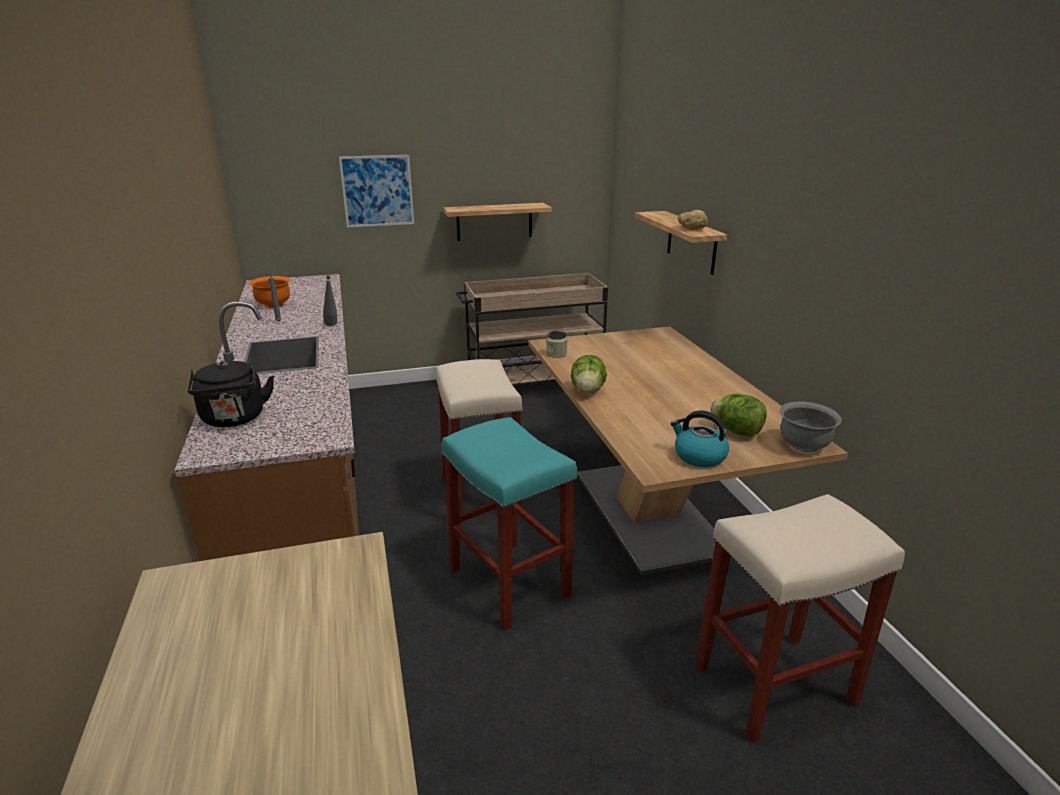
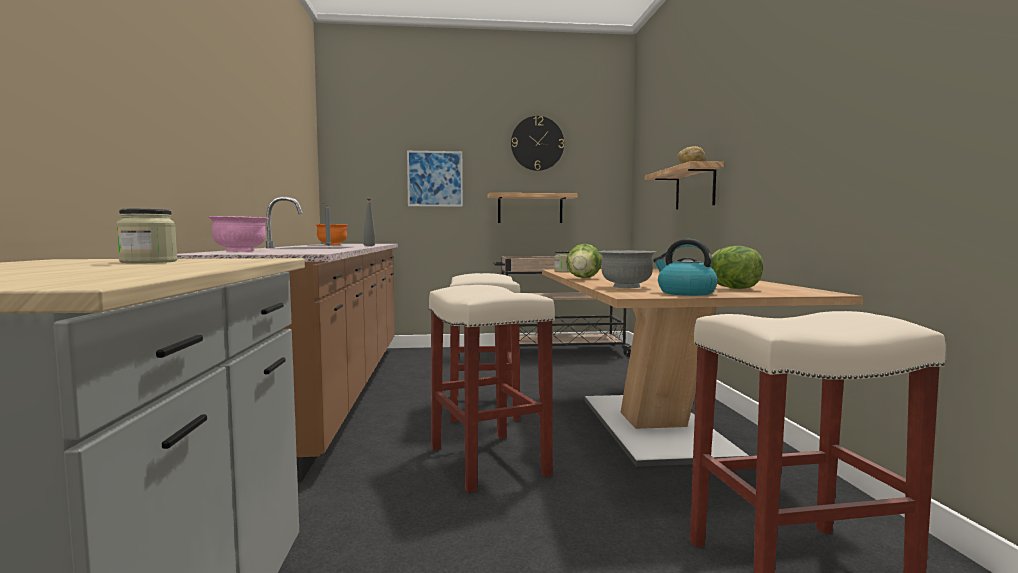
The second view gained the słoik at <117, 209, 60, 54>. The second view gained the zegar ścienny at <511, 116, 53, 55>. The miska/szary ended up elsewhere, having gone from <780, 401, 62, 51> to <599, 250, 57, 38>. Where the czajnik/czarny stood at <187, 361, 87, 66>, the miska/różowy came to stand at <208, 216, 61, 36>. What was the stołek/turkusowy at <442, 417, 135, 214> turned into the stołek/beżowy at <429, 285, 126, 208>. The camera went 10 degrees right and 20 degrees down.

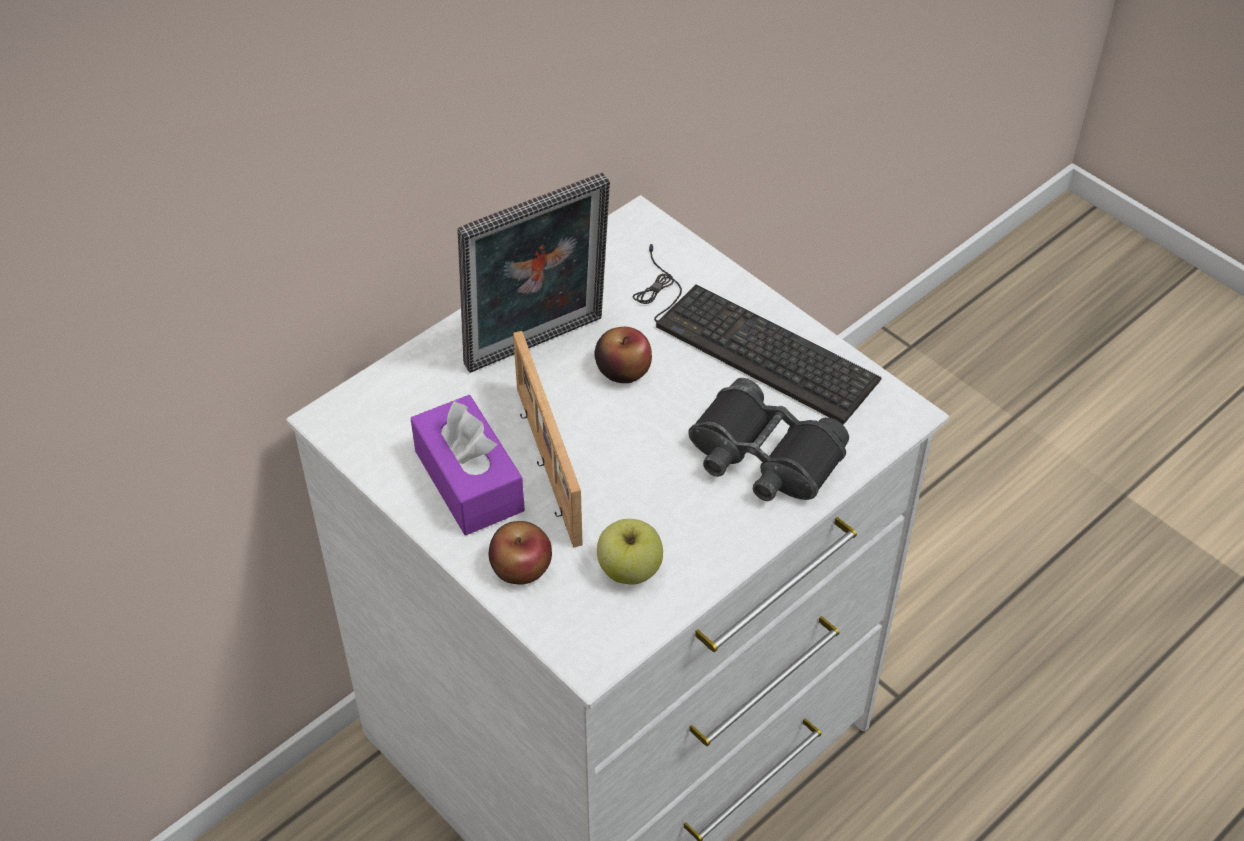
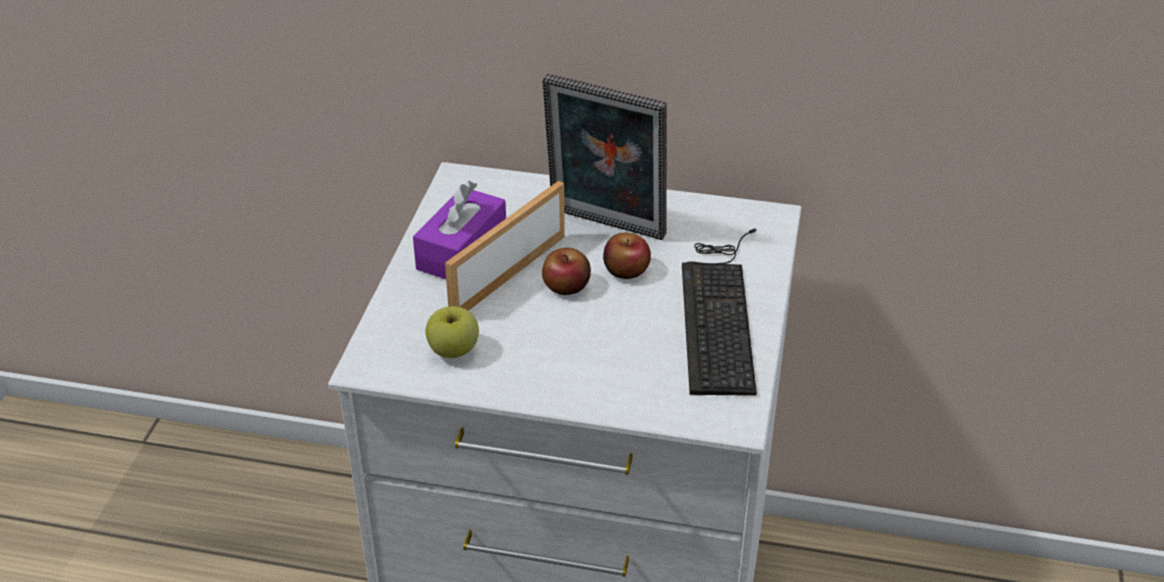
The second view lost the lornetka/czarny at <688, 378, 161, 123>. The jabłko ended up elsewhere, having gone from <489, 521, 63, 64> to <542, 248, 49, 47>. The camera went 55 degrees right and 10 degrees down.

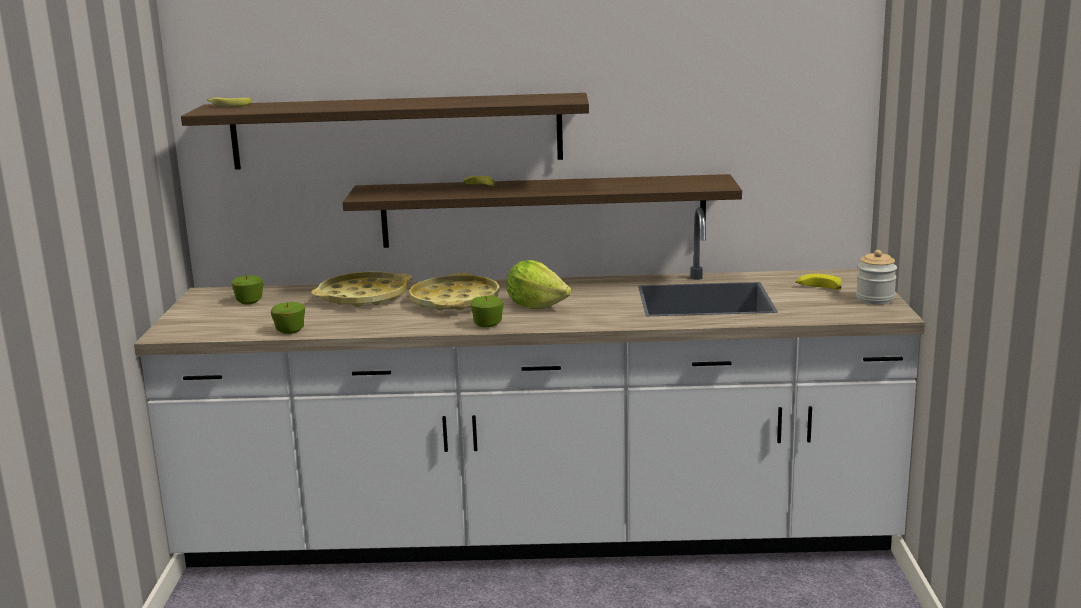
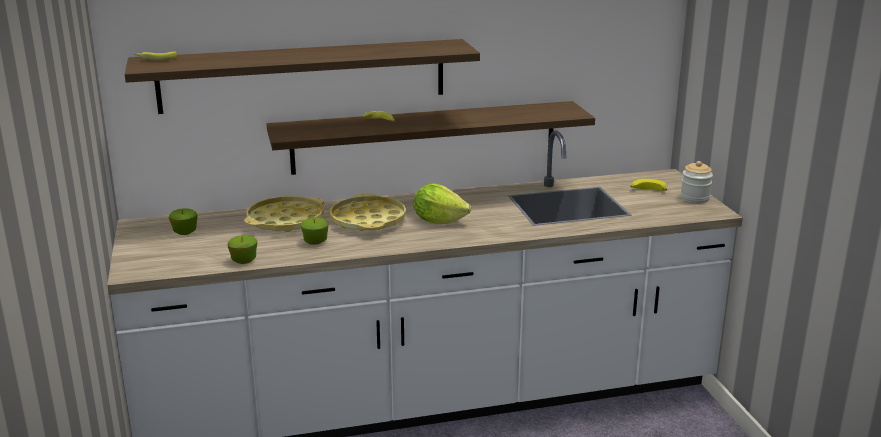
The jabłko ended up elsewhere, having gone from <470, 296, 33, 31> to <301, 217, 27, 28>. The camera went 15 degrees left and 5 degrees up.

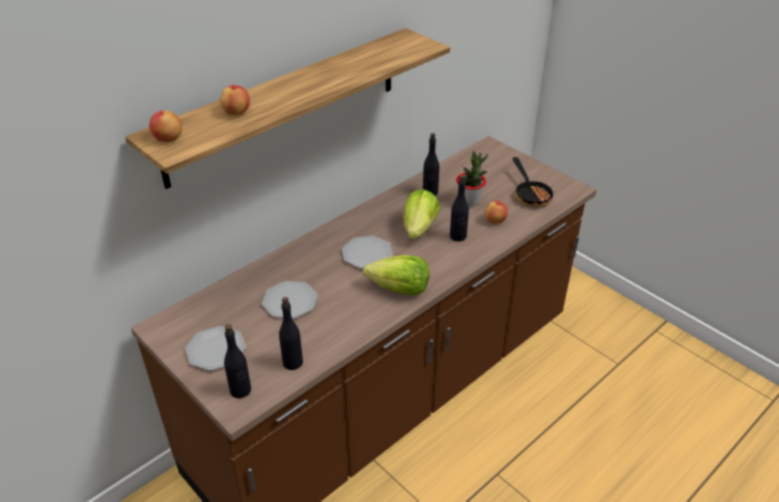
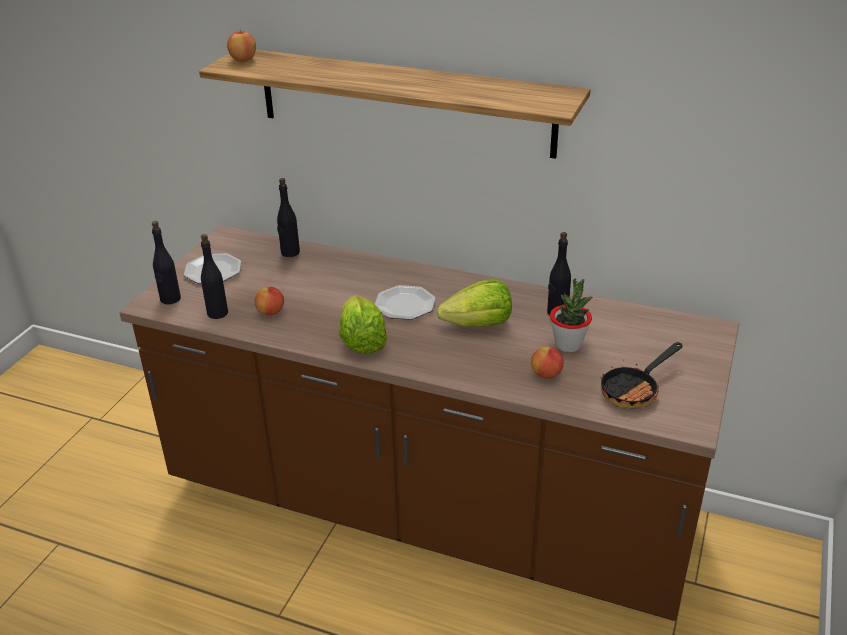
The second view lost the talerz at <262, 281, 56, 38>. The jabłko ended up elsewhere, having gone from <220, 84, 30, 31> to <254, 287, 30, 28>. The butelka/czarny ended up elsewhere, having gone from <450, 175, 19, 66> to <277, 178, 23, 79>. The camera went 65 degrees right and 5 degrees down.

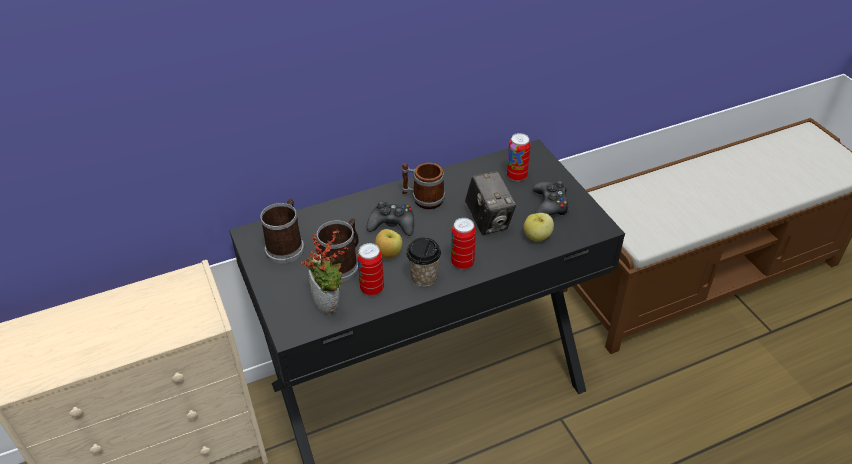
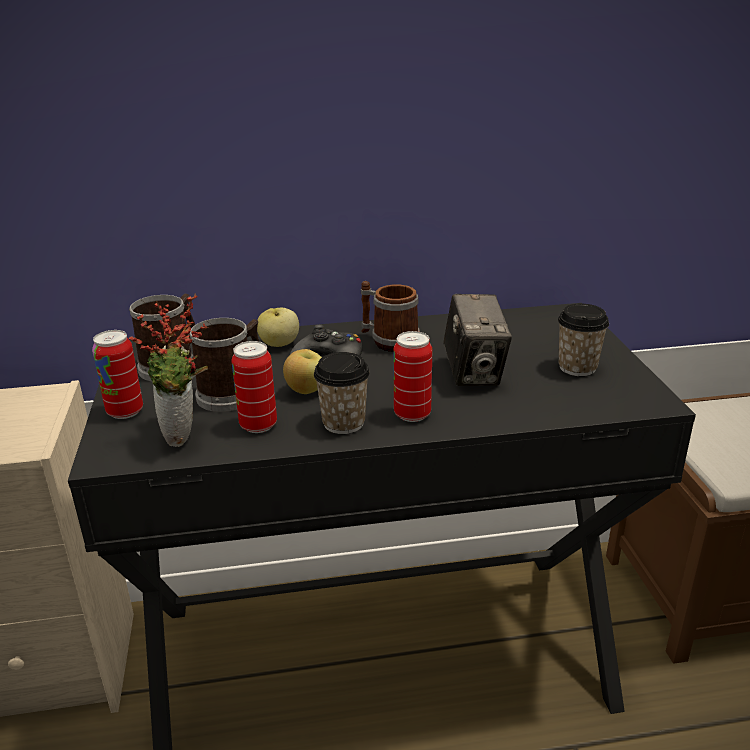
The puszka ended up elsewhere, having gone from <507, 133, 24, 49> to <92, 330, 51, 89>. The jabłko ended up elsewhere, having gone from <524, 213, 30, 29> to <257, 308, 42, 39>. Where the pad do gier/czarny stood at <533, 181, 36, 34>, the filiżanka came to stand at <558, 304, 51, 72>. The camera went 15 degrees right and 15 degrees down.

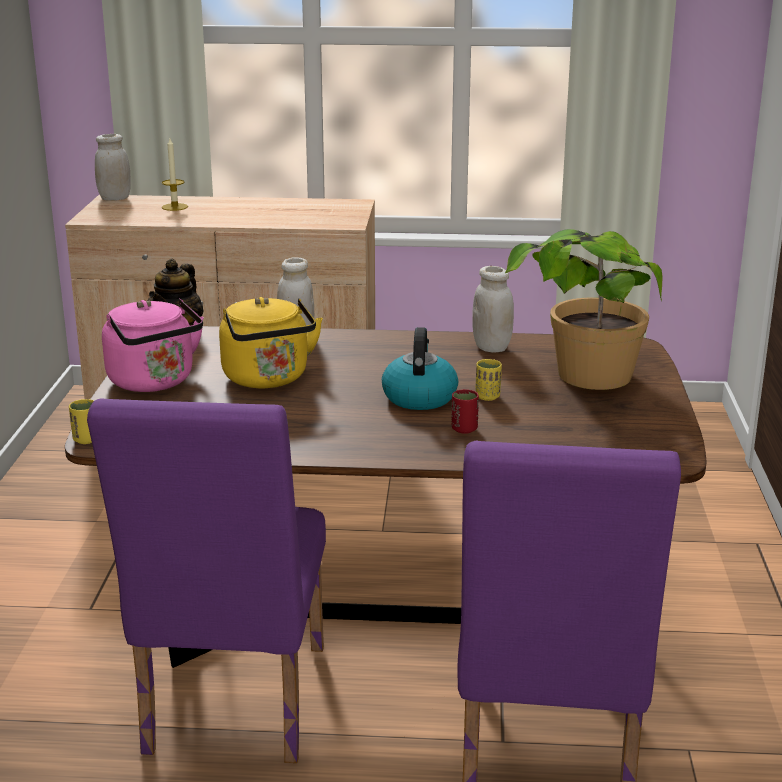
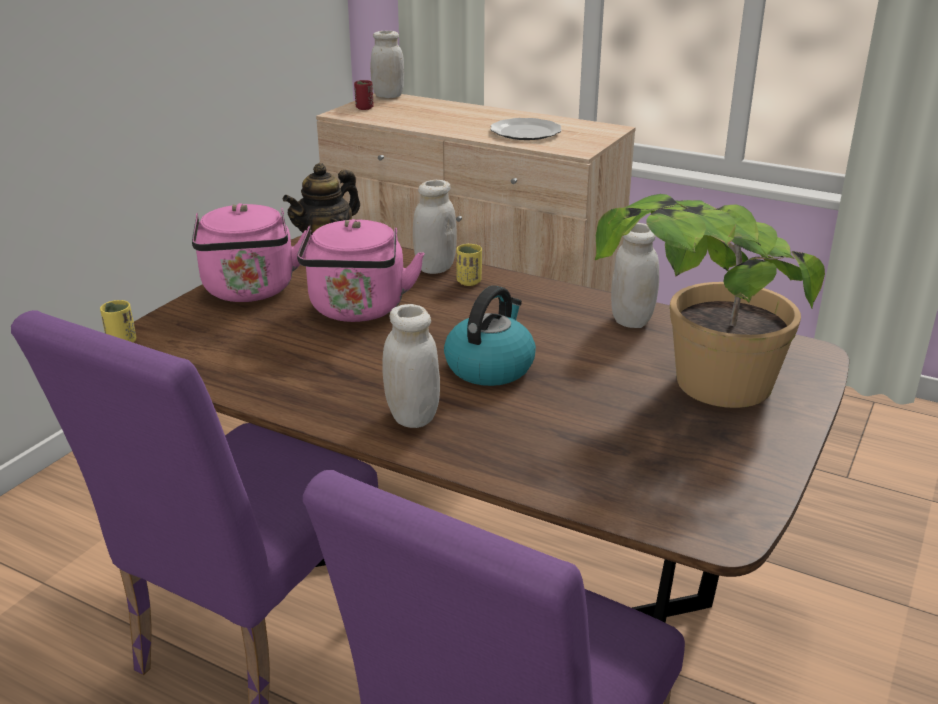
The second view lost the świeca at <162, 138, 26, 73>. The second view gained the słoik/biały at <382, 304, 58, 124>. The second view gained the talerz at <490, 118, 72, 22>. The filiżanka/czerwony ended up elsewhere, having gone from <452, 389, 27, 45> to <354, 80, 20, 30>. The filiżanka/żółty ended up elsewhere, having gone from <475, 359, 27, 42> to <456, 244, 26, 42>. What was the czajnik/żółty at <219, 297, 104, 91> turned into the czajnik/różowy at <297, 219, 128, 103>. The camera went 25 degrees right and 5 degrees up.

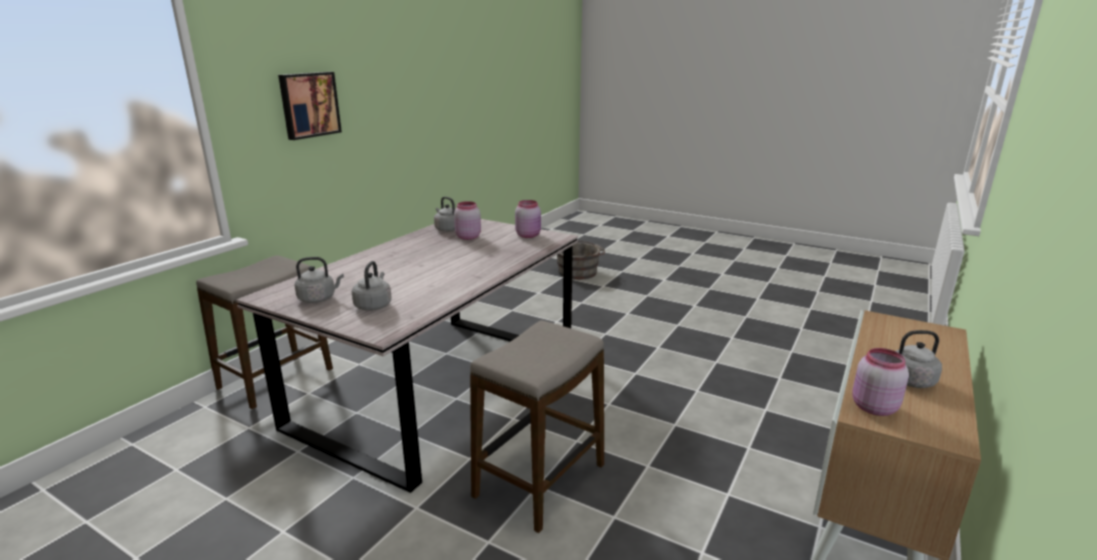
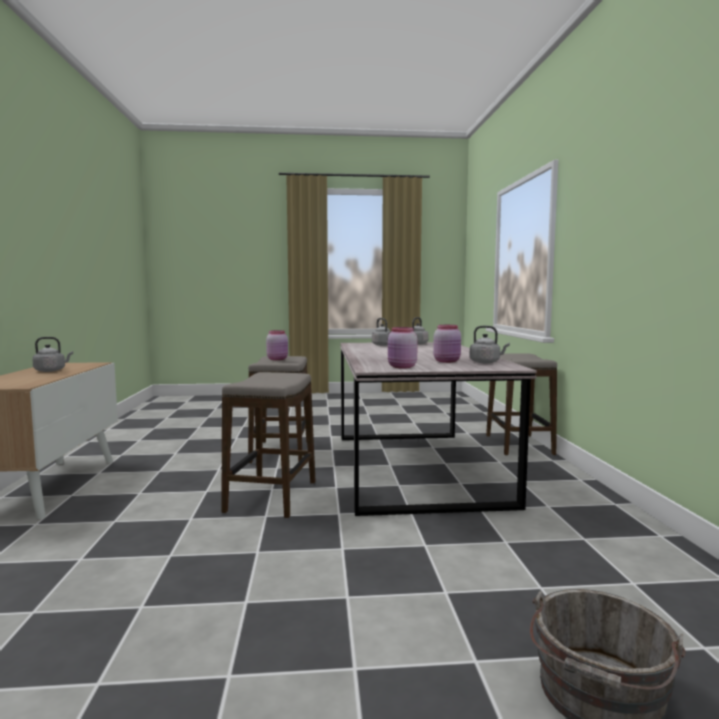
The second view lost the obraz at <278, 72, 64, 68>. The second view gained the stołek at <221, 372, 95, 146>. The słoik/różowy ended up elsewhere, having gone from <852, 348, 57, 68> to <266, 330, 22, 30>. The camera went 145 degrees right and 15 degrees down.

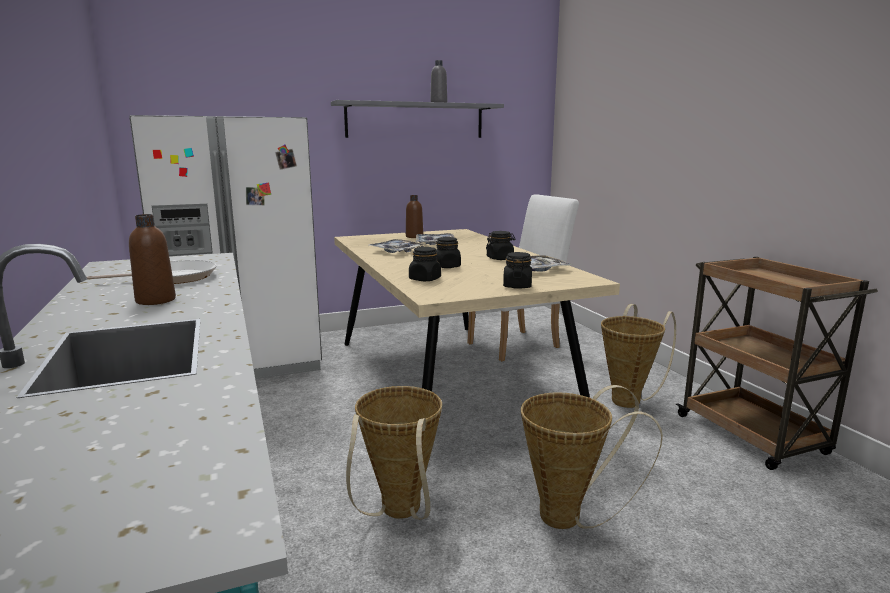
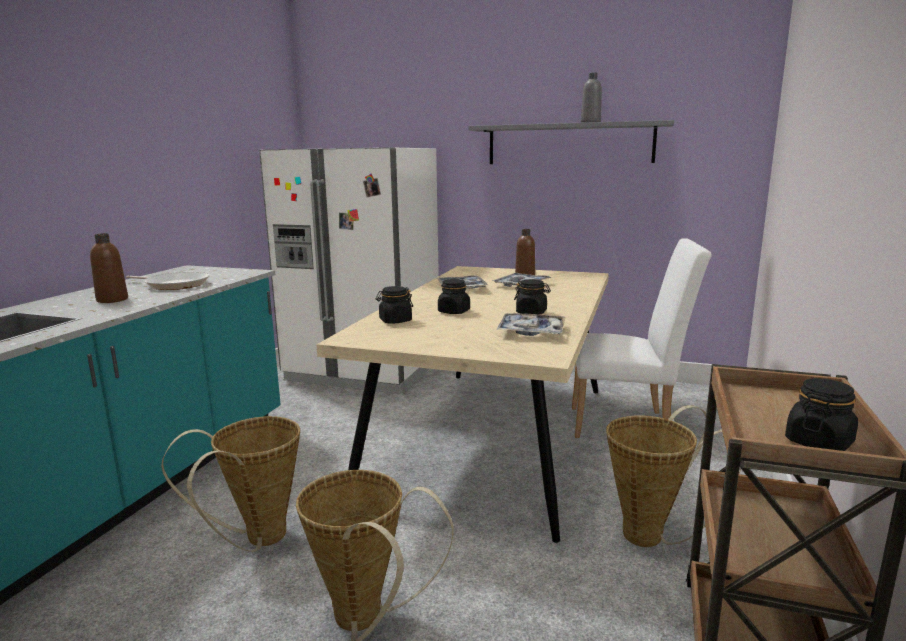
The słoik/czarny ended up elsewhere, having gone from <503, 252, 29, 37> to <785, 378, 73, 73>. The camera went 40 degrees right and 0 degrees up.

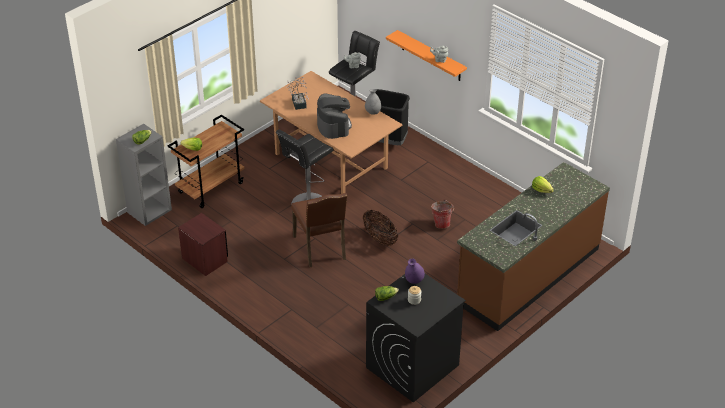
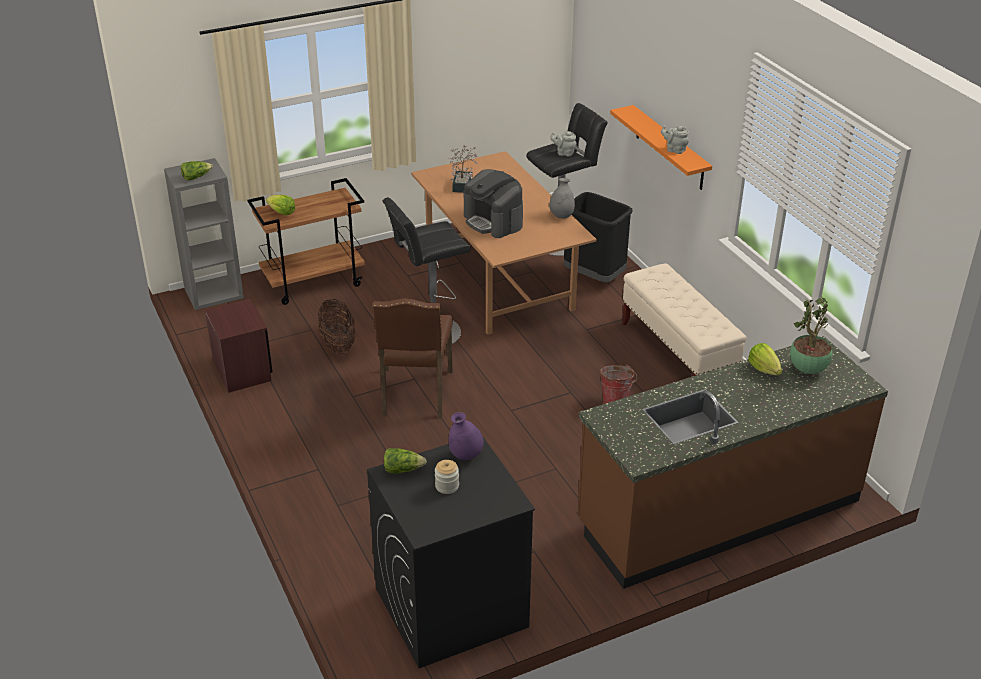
The second view gained the ławka/beżowy at <622, 263, 125, 113>. The second view gained the roślina doniczkowa at <790, 296, 43, 78>. The koszyk ended up elsewhere, having gone from <363, 210, 35, 36> to <318, 299, 38, 55>. The ekspres do kawy at <317, 93, 35, 46> ended up facing another way, 135 degrees clockwise from before. The camera went 20 degrees right and 5 degrees down.

